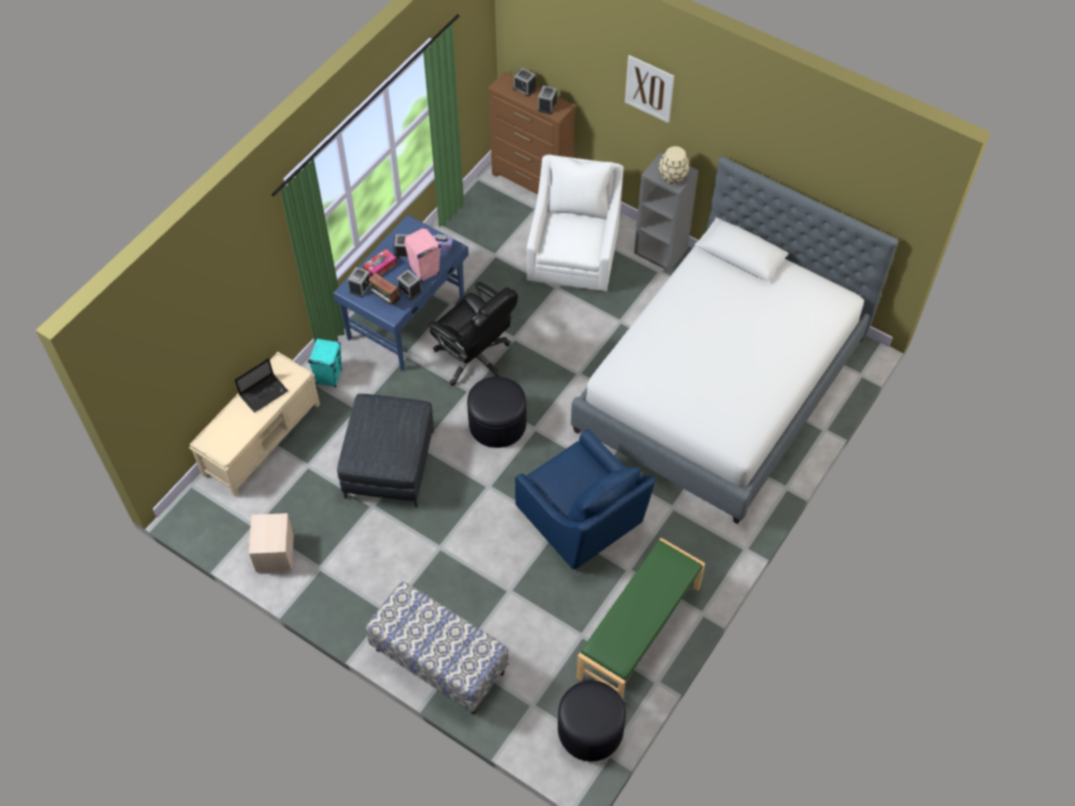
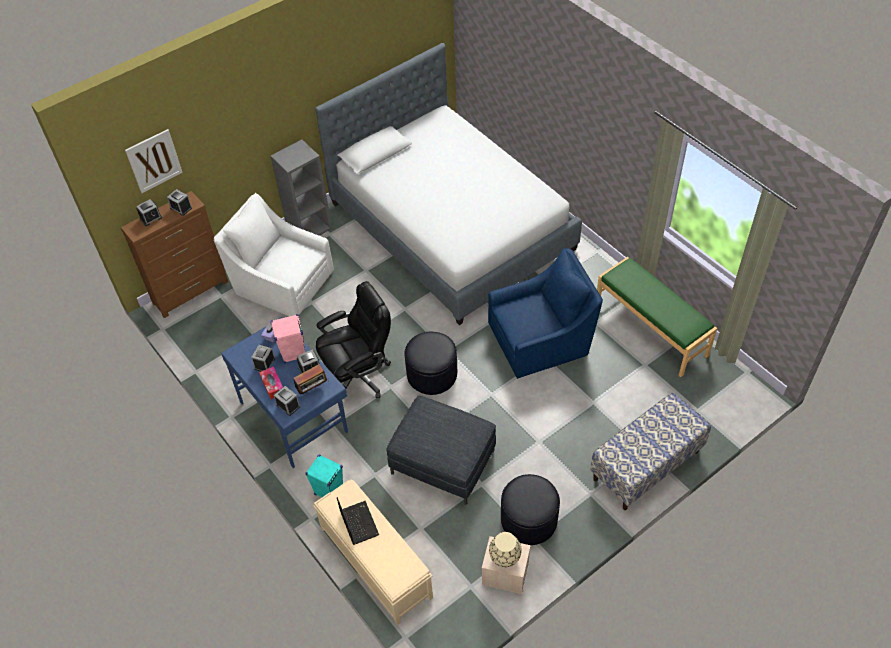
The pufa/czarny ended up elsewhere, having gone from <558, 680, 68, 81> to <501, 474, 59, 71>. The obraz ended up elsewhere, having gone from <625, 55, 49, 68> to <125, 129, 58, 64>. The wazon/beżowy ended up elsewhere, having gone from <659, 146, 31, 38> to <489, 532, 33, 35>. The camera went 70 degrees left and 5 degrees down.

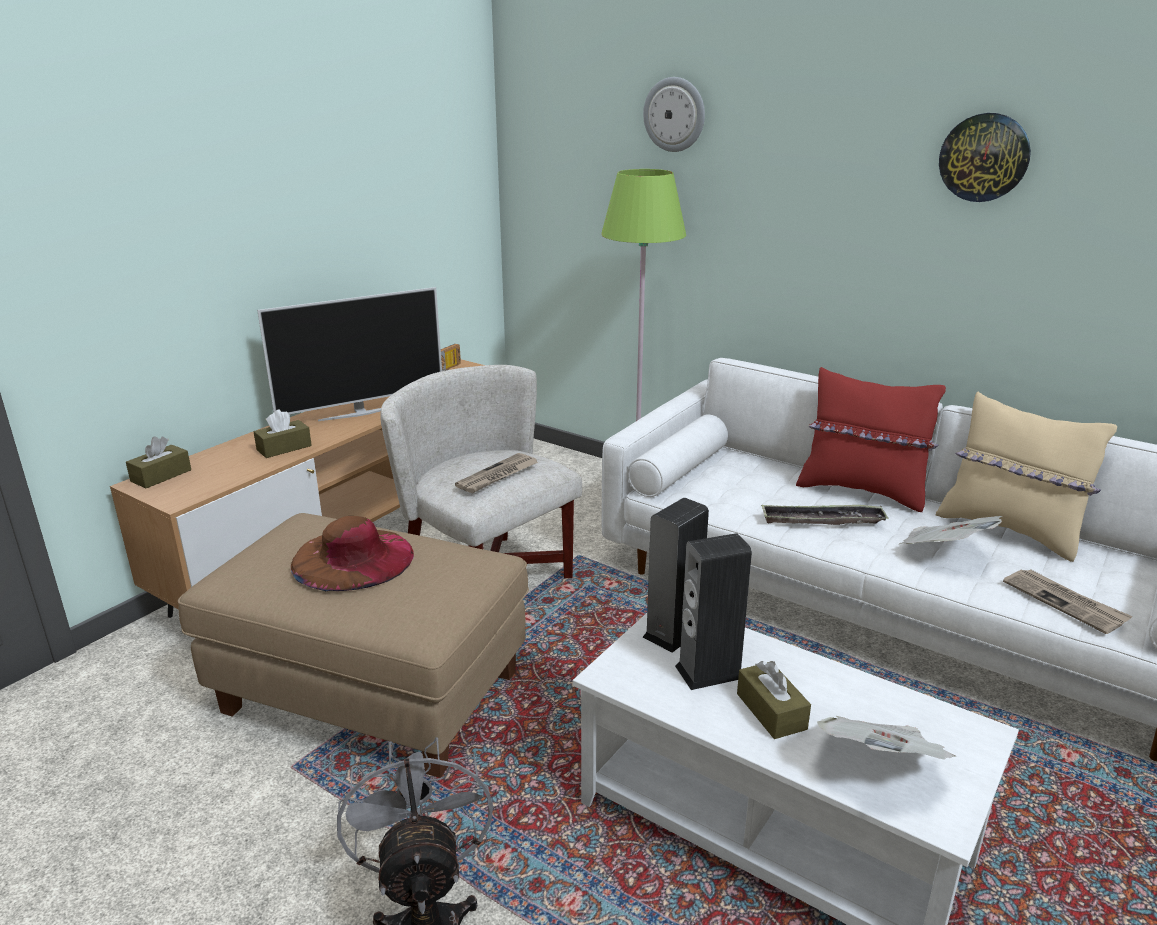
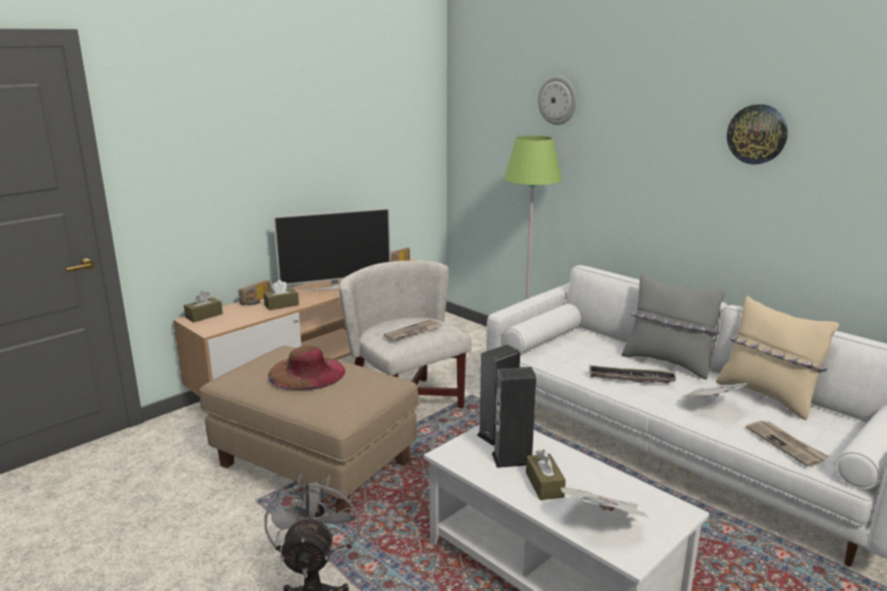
The second view gained the radio at <238, 280, 33, 26>. What was the poduszka/czerwony at <796, 367, 150, 145> turned into the poduszka/szary at <621, 274, 105, 106>. The camera went 10 degrees right and 5 degrees down.

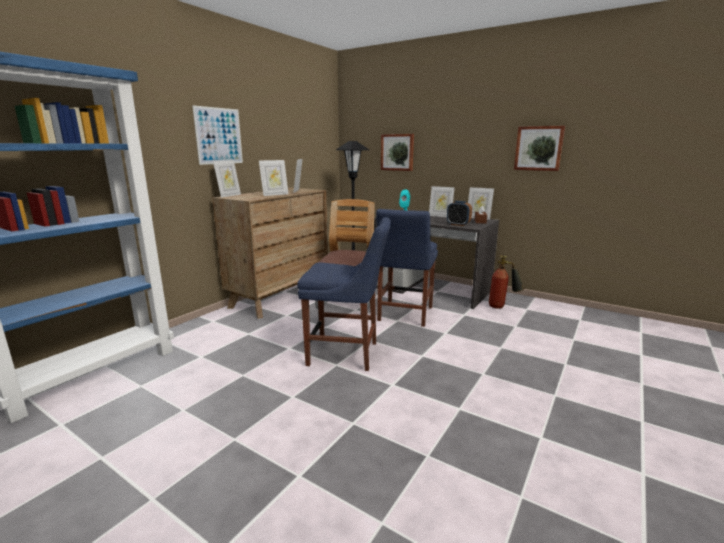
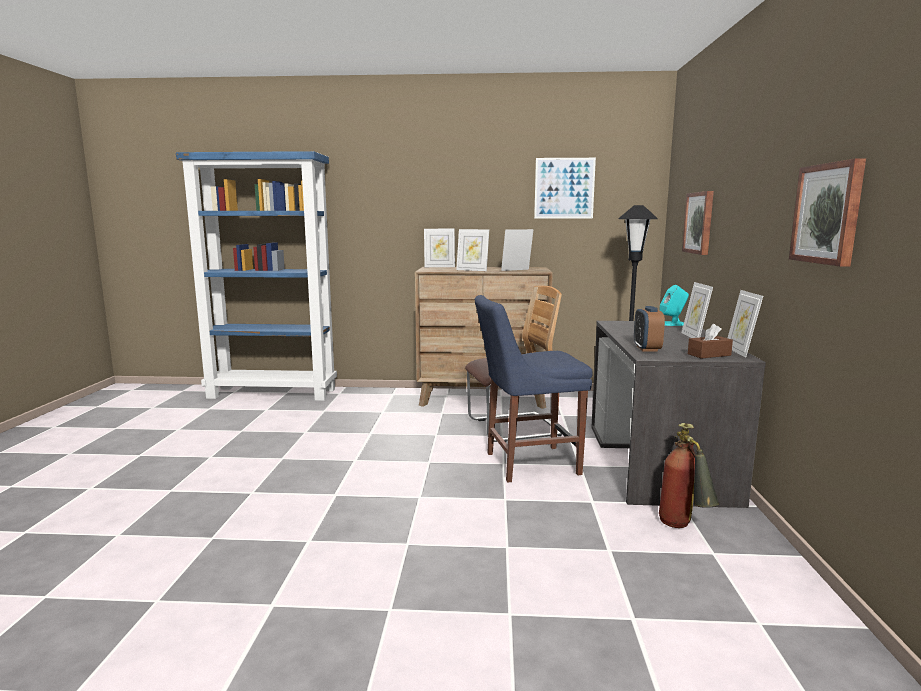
The second view lost the krzesło/niebieski at <297, 217, 94, 154>. The obraz ended up elsewhere, having gone from <192, 105, 51, 60> to <534, 158, 62, 60>. The camera went 60 degrees right and 5 degrees down.

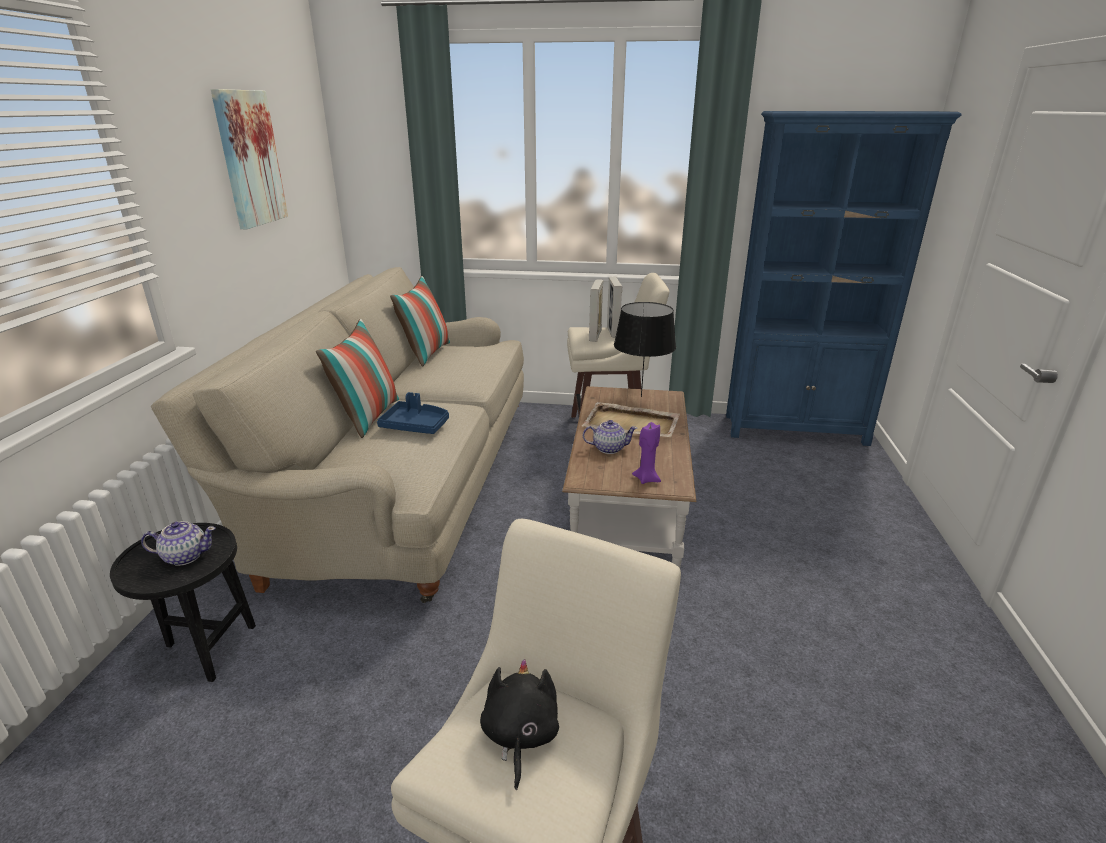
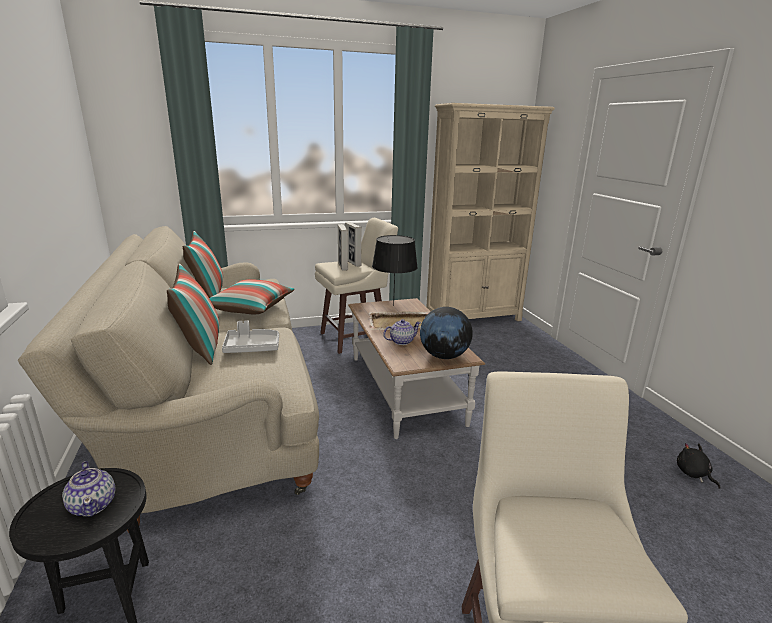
The second view lost the obraz at <211, 89, 77, 140>. The second view gained the poduszka at <209, 279, 86, 35>. The pluszak/czarny ended up elsewhere, having gone from <480, 659, 79, 131> to <677, 443, 43, 46>. Where the świeca/fioletowy stood at <632, 422, 29, 62>, the globus came to stand at <420, 307, 53, 52>. What was the taca/niebieski at <377, 392, 72, 42> turned into the taca/szary at <222, 321, 57, 32>. What was the regał/niebieski at <726, 111, 236, 335> turned into the regał/beżowy at <427, 103, 128, 218>. The imbryk at <141, 521, 75, 45> ended up facing another way, 90 degrees clockwise from before. The camera went 25 degrees left and 5 degrees down.

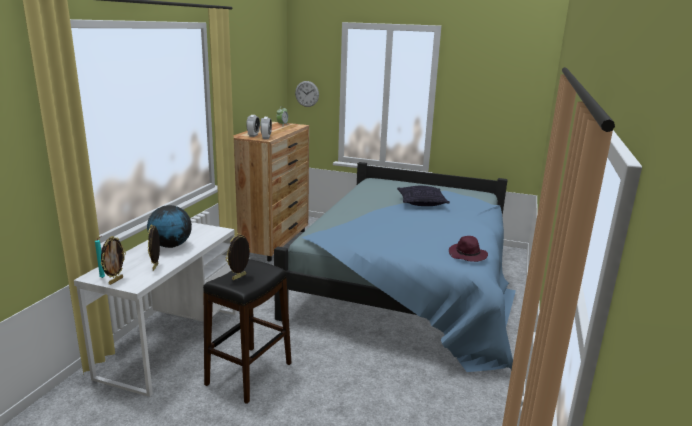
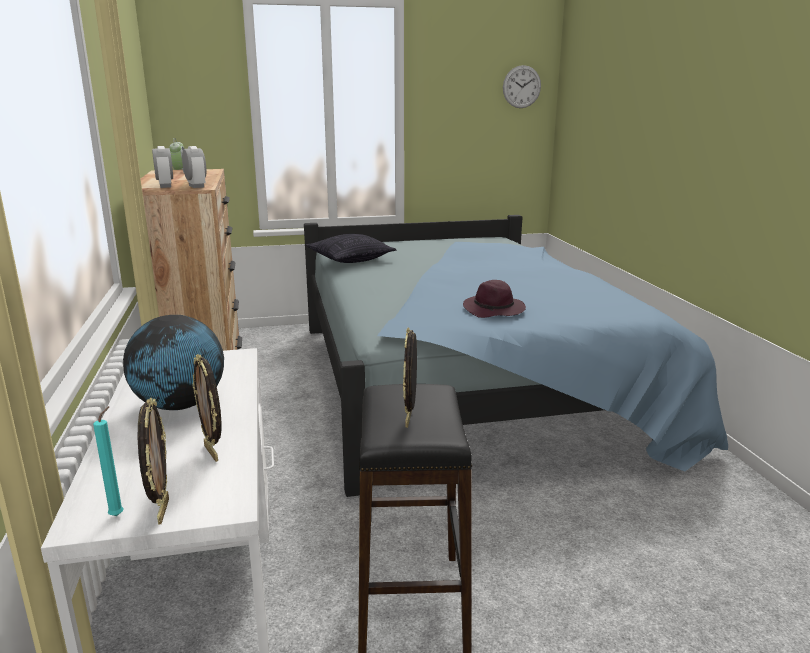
The zegar ścienny ended up elsewhere, having gone from <295, 81, 24, 26> to <503, 65, 38, 43>. The poduszka ended up elsewhere, having gone from <397, 186, 53, 20> to <306, 234, 90, 29>. The kapelusz/fioletowy ended up elsewhere, having gone from <449, 236, 39, 26> to <463, 280, 63, 38>. The camera went 30 degrees left and 0 degrees up.

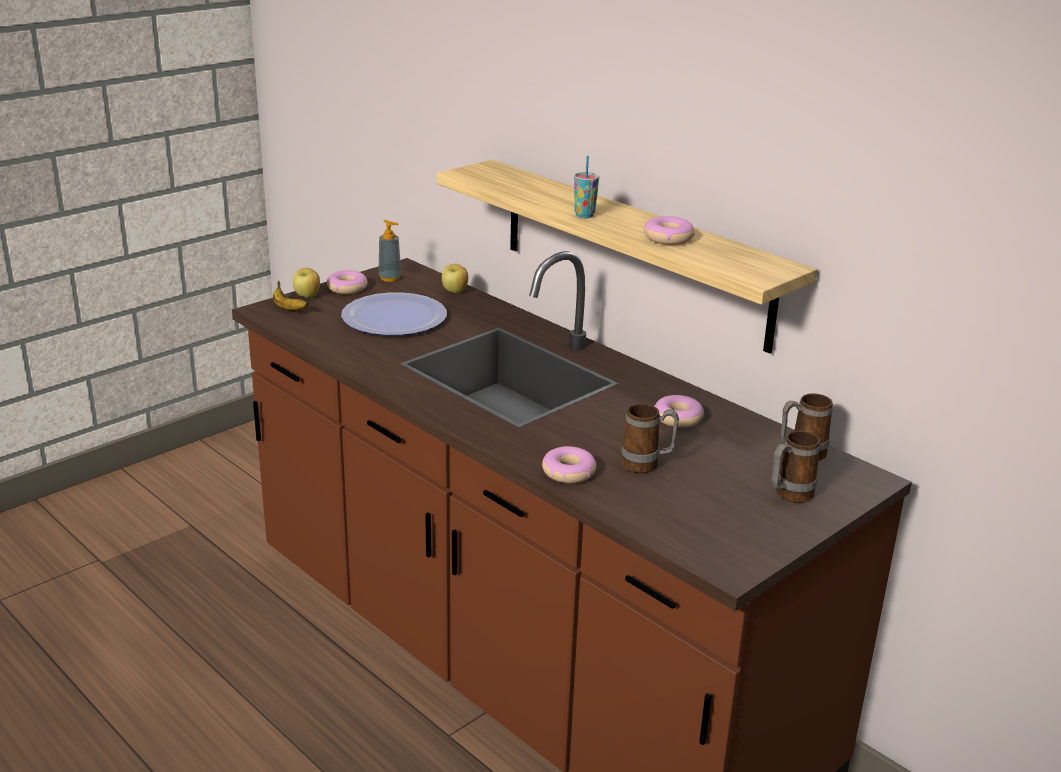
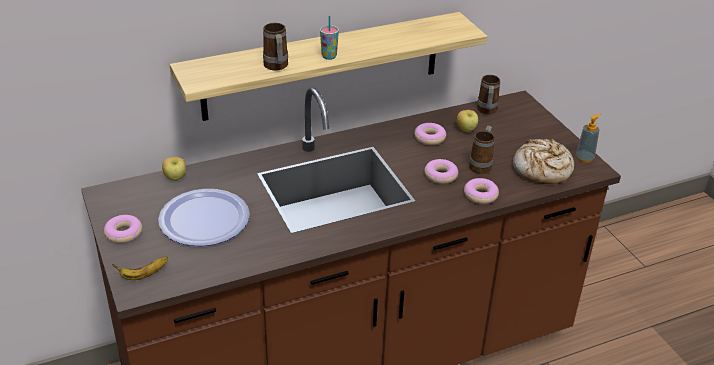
The second view gained the chleb at <513, 139, 61, 45>. The jabłko ended up elsewhere, having gone from <293, 268, 27, 30> to <457, 110, 21, 22>. The dozownik mydła ended up elsewhere, having gone from <378, 220, 23, 62> to <576, 113, 25, 50>. The donut ended up elsewhere, having gone from <643, 216, 52, 29> to <424, 159, 34, 25>. The kubek ended up elsewhere, having gone from <771, 431, 49, 72> to <263, 23, 25, 47>. The camera went 70 degrees left and 10 degrees up.

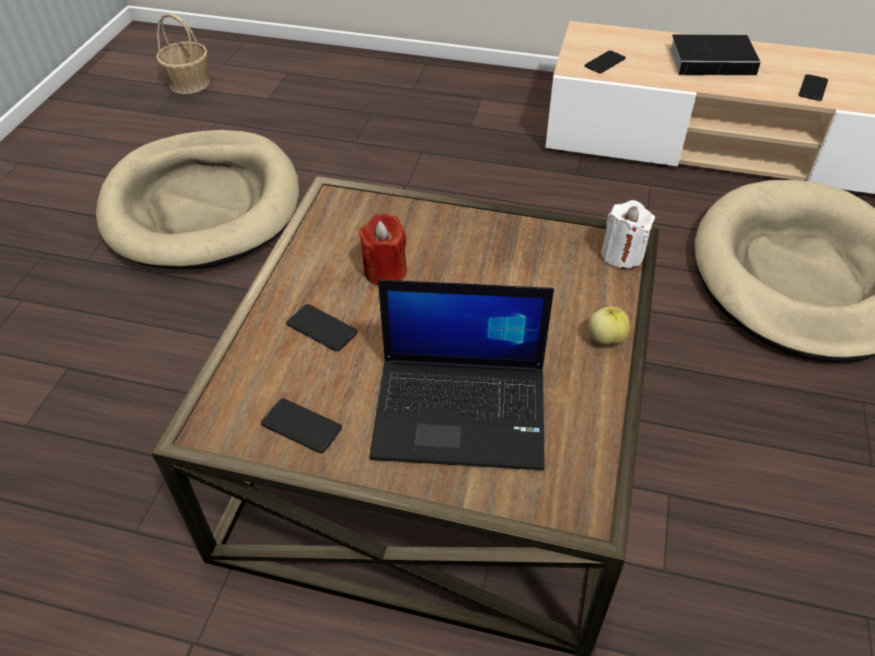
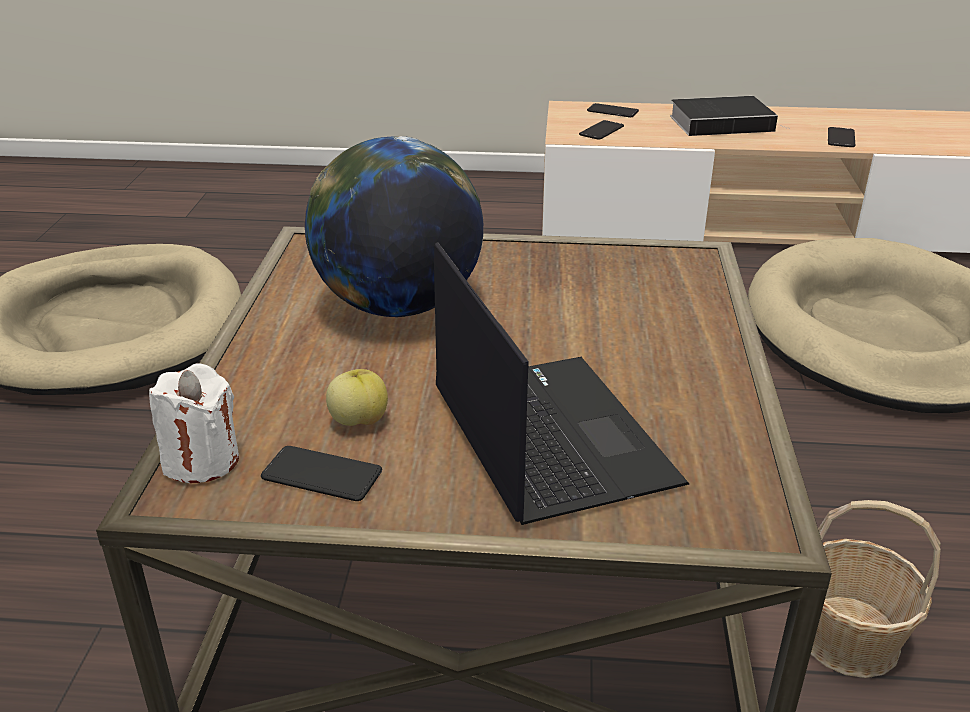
The koszyk ended up elsewhere, having gone from <156, 13, 53, 81> to <811, 500, 130, 178>. The telefon ended up elsewhere, having gone from <286, 304, 72, 47> to <587, 103, 52, 14>. The jabłko ended up elsewhere, having gone from <588, 306, 42, 39> to <326, 369, 62, 57>. The świeca/biały ended up elsewhere, having gone from <601, 200, 54, 69> to <149, 363, 90, 120>. Where the świeca/czerwony stood at <359, 213, 48, 72>, the globus came to stand at <305, 136, 178, 181>. The laptop at <369, 280, 185, 190> ended up facing another way, 105 degrees counterclockwise from before. The camera went 10 degrees left and 15 degrees down.

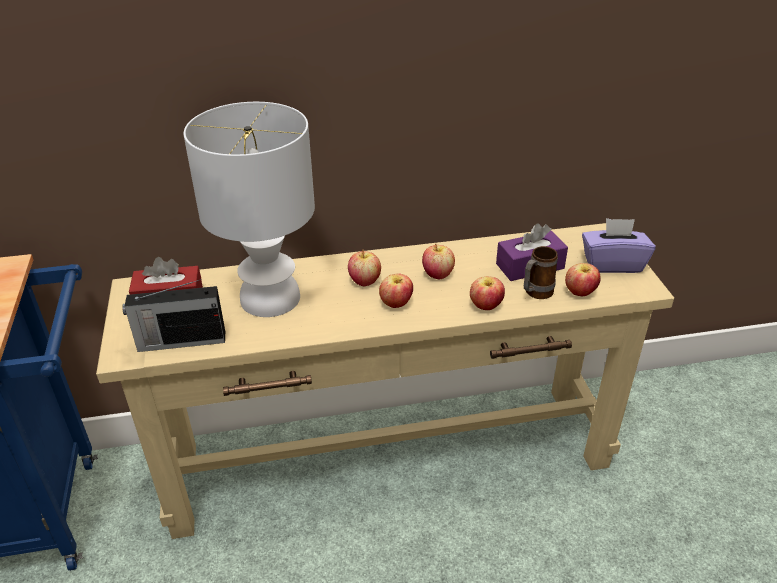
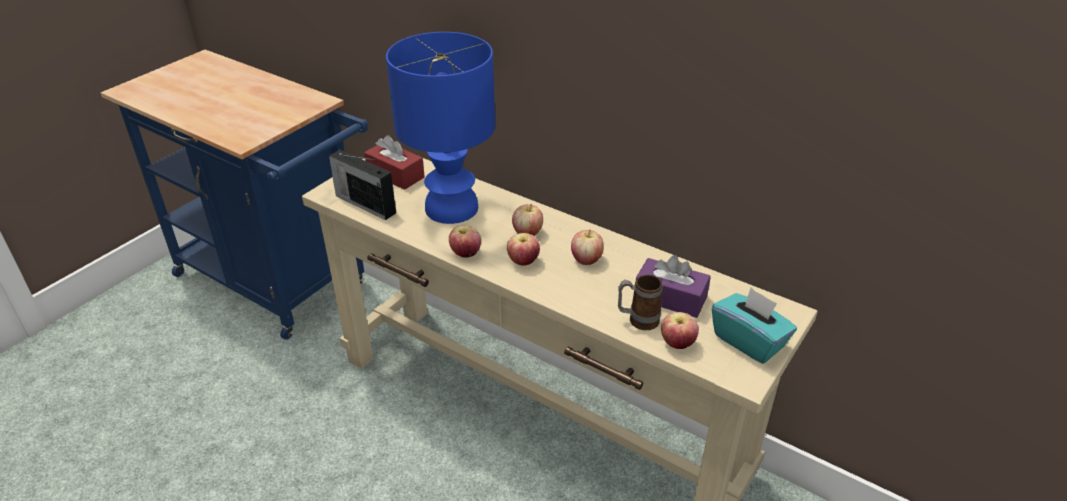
The jabłko ended up elsewhere, having gone from <470, 276, 35, 34> to <449, 225, 32, 32>. What was the lampa stołowa/biały at <183, 102, 132, 215> turned into the lampa stołowa/niebieski at <386, 32, 109, 192>. What was the pudełko chusteczek/fioletowy at <582, 218, 74, 55> turned into the pudełko chusteczek/turkusowy at <712, 288, 85, 76>. The camera went 45 degrees right and 0 degrees up.

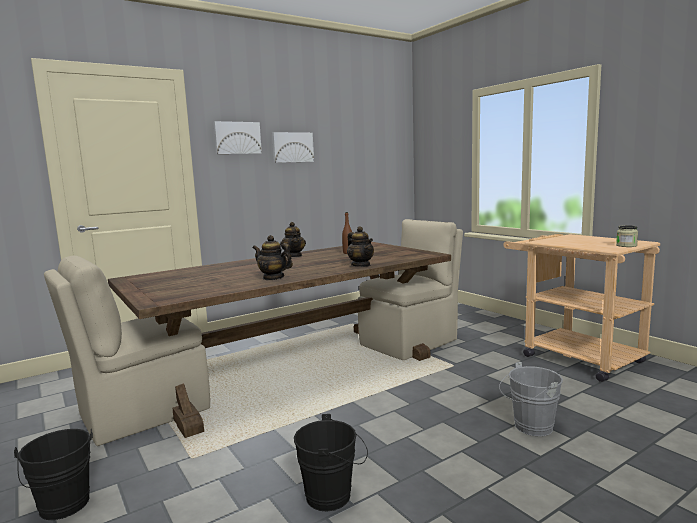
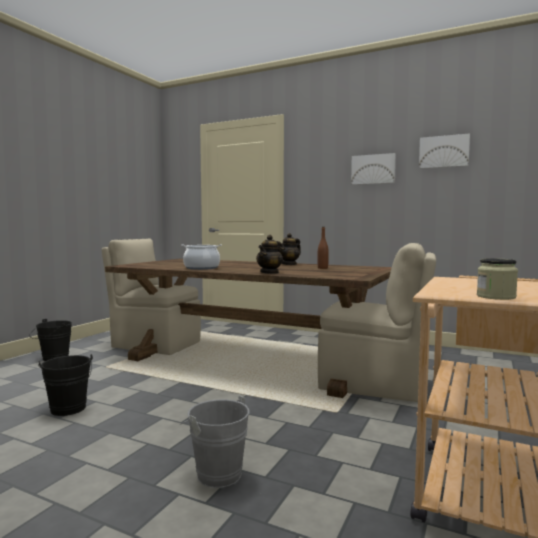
The obraz ended up elsewhere, having gone from <213, 121, 49, 33> to <419, 133, 51, 36>. Where the imbryk stood at <253, 235, 40, 45>, the garnek came to stand at <181, 244, 41, 26>. The camera went 60 degrees right and 5 degrees down.

